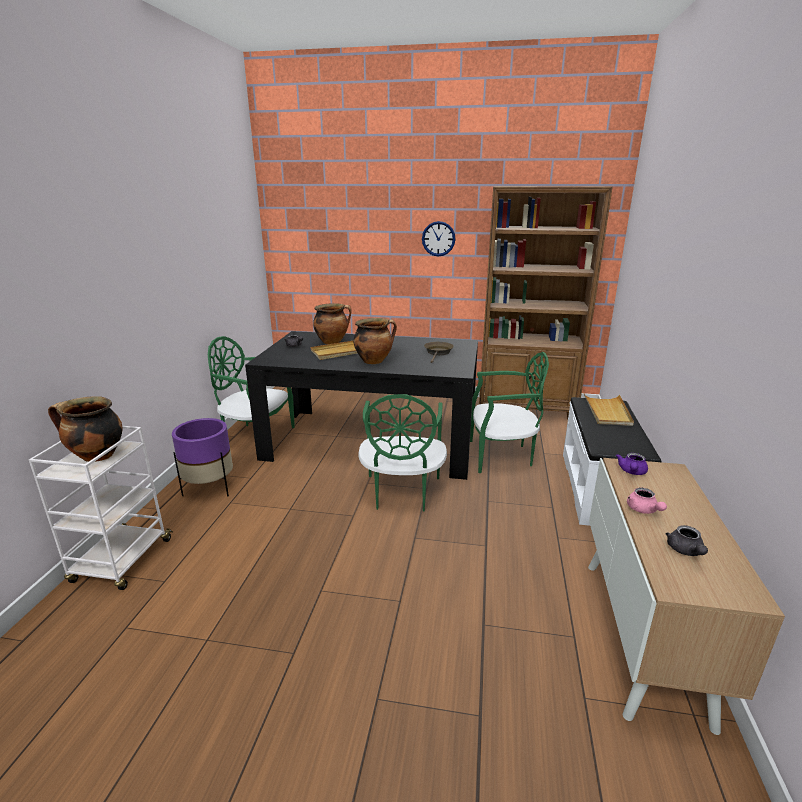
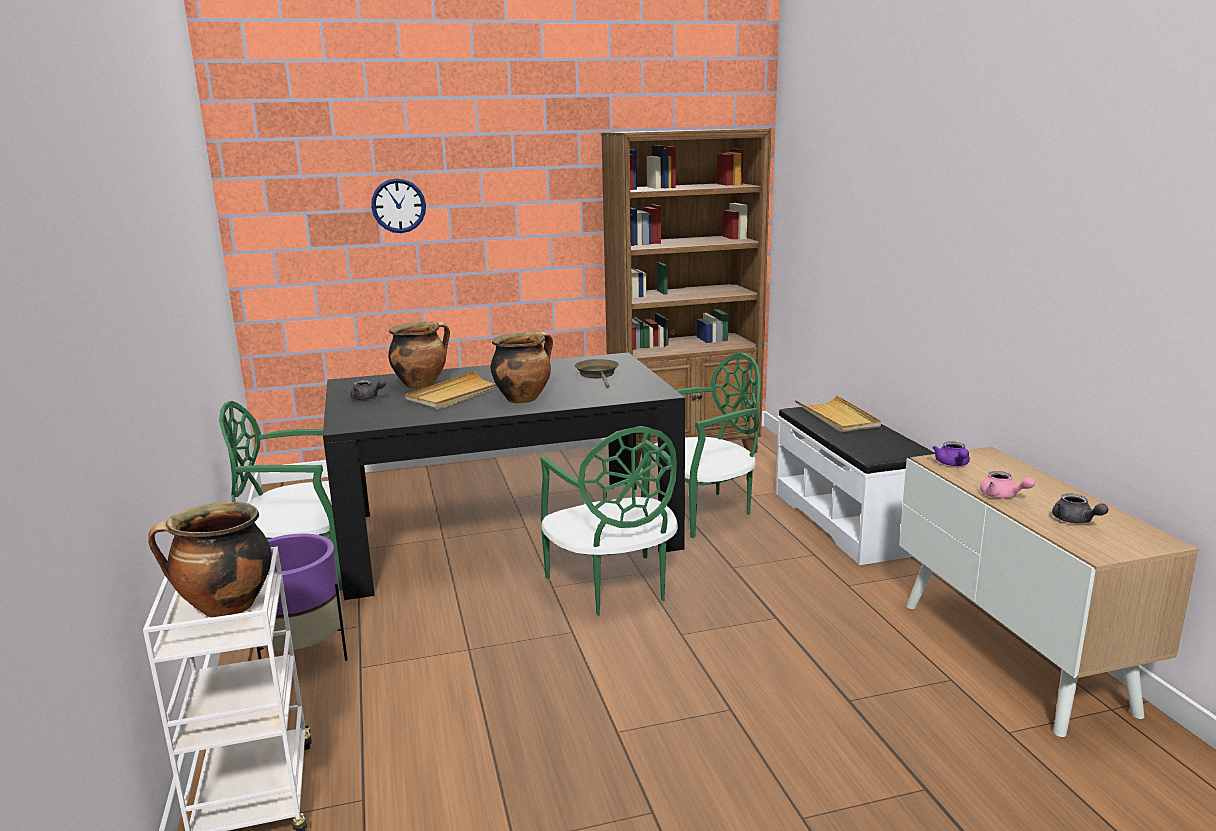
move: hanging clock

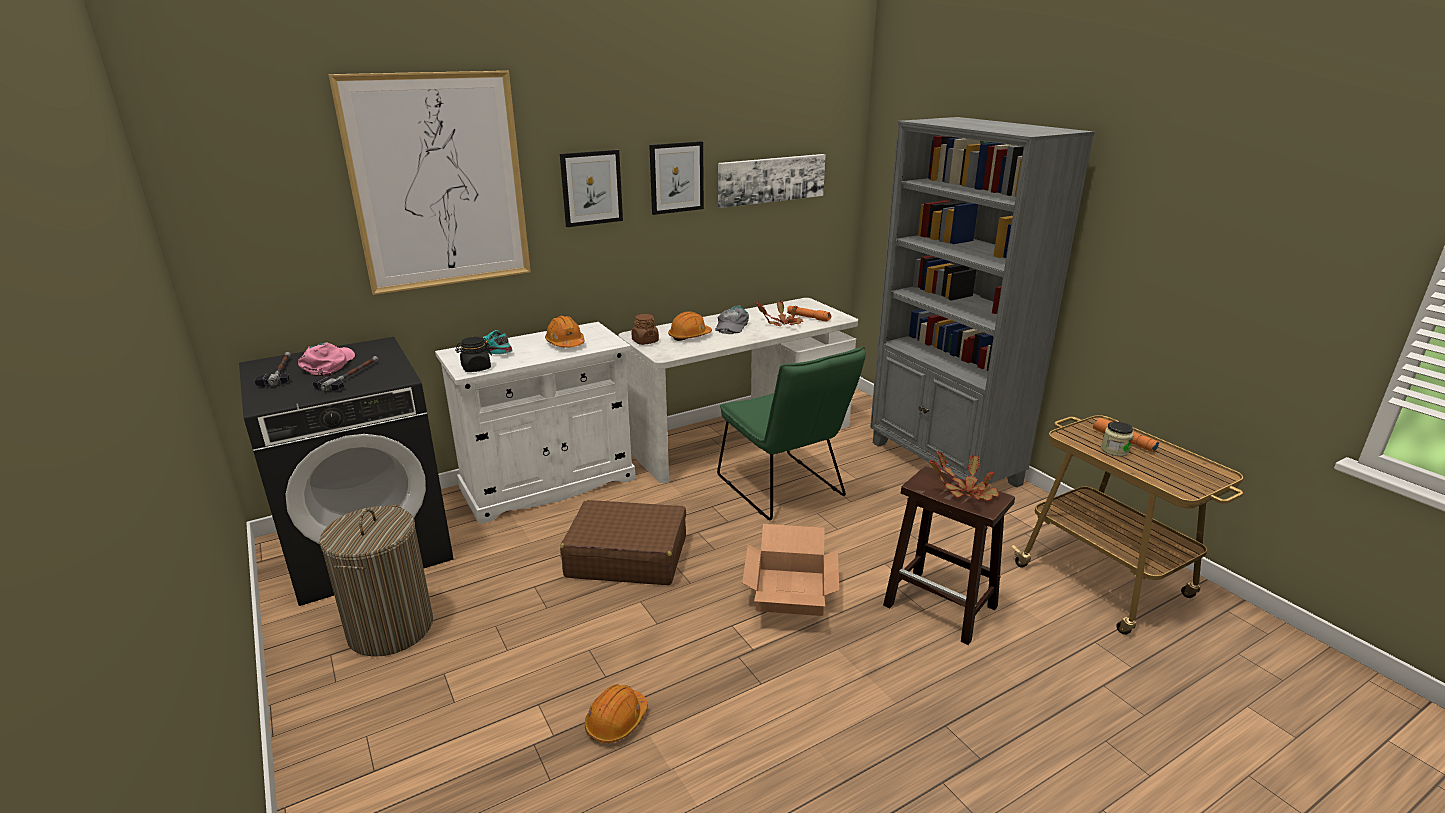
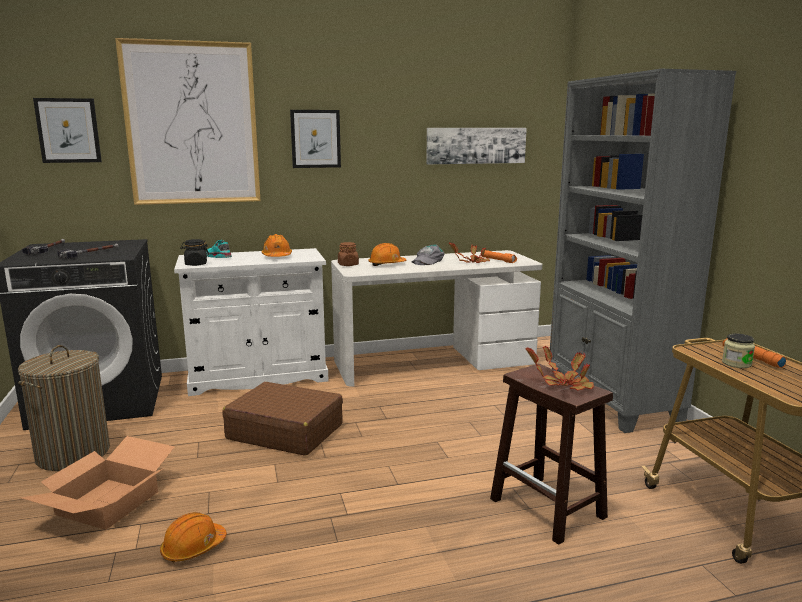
delete: pink peaked cap; green chair
move: wall picture (3rd from left in the first image) to wall picture (1st from left); carton

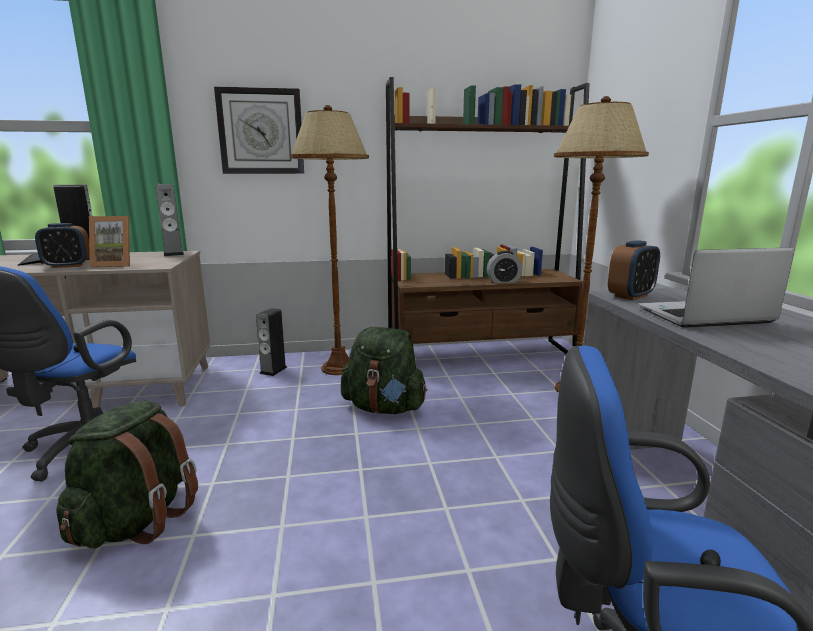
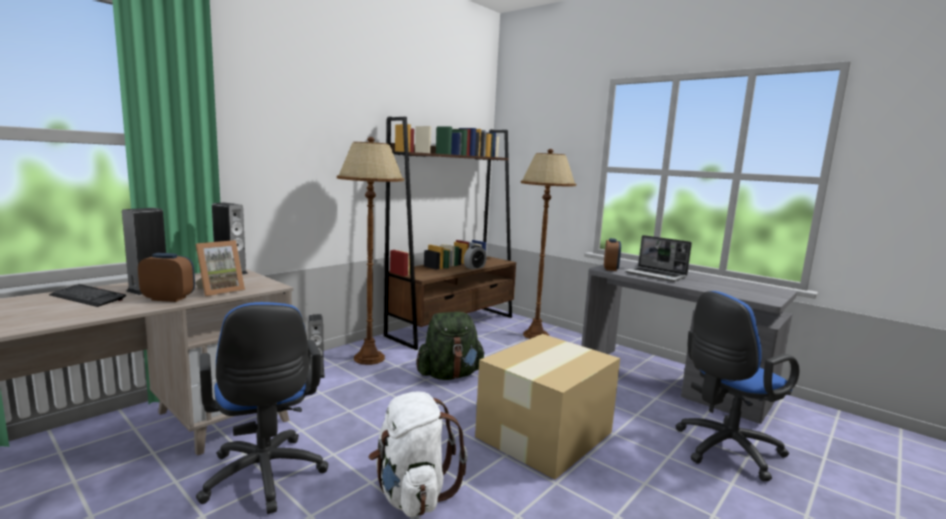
delete: hanging clock
insert: carton
recolor: green rucksack (1st from left) to white-coloured rucksack
rotate: table clock (1st from left) 120 degrees counterclockwise; notebook computer 90 degrees counterclockwise

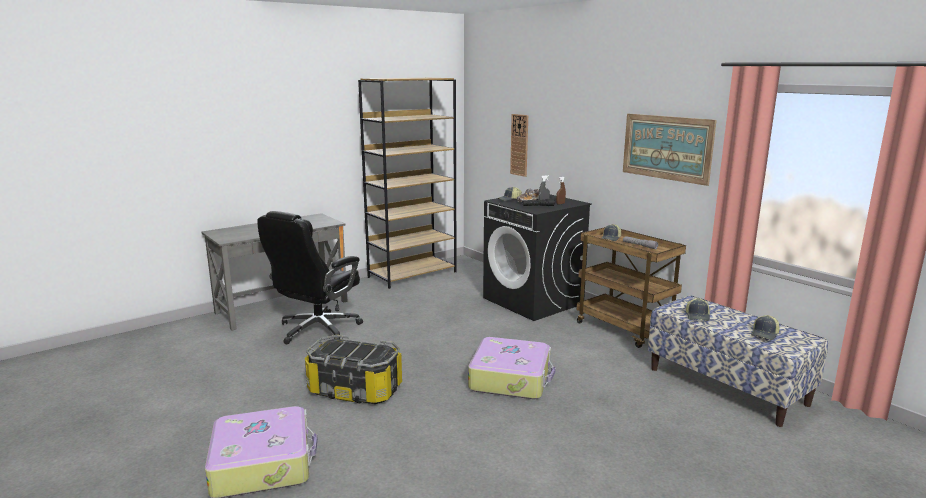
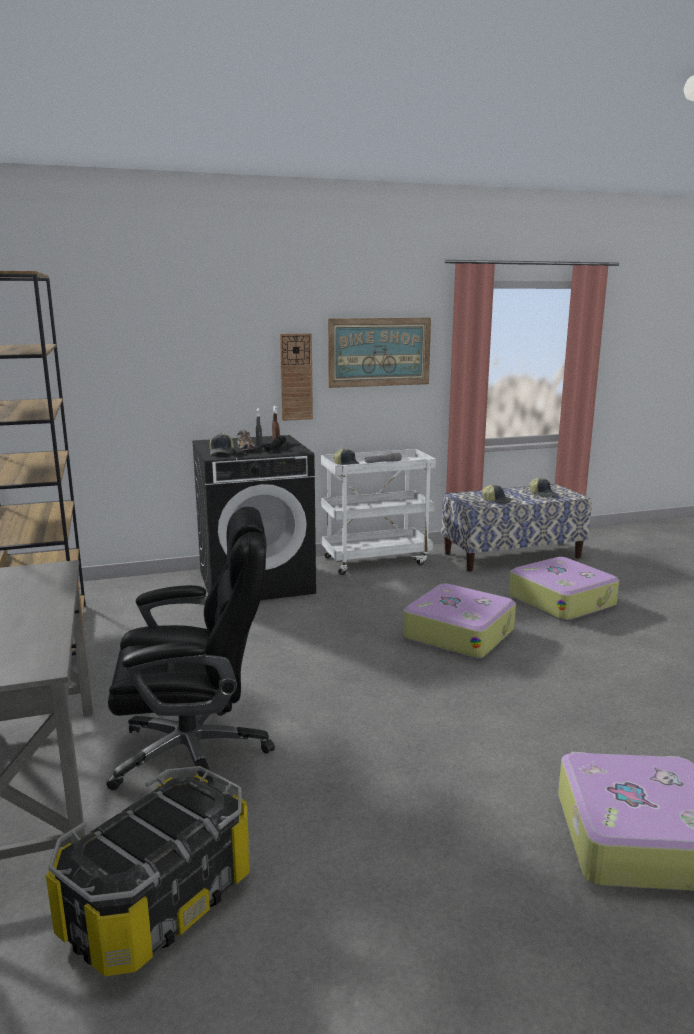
insert: travel case (2nd from left)
move: storage container; hanging clock
recolor: brown-coloured cart to white-coloured cart
rotate: black desk chair 60 degrees counterclockwise

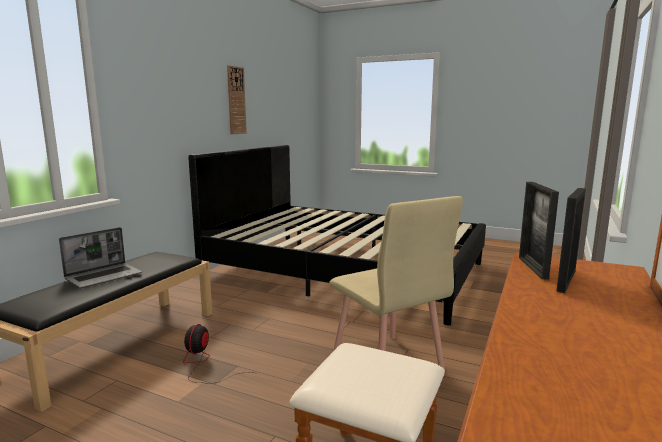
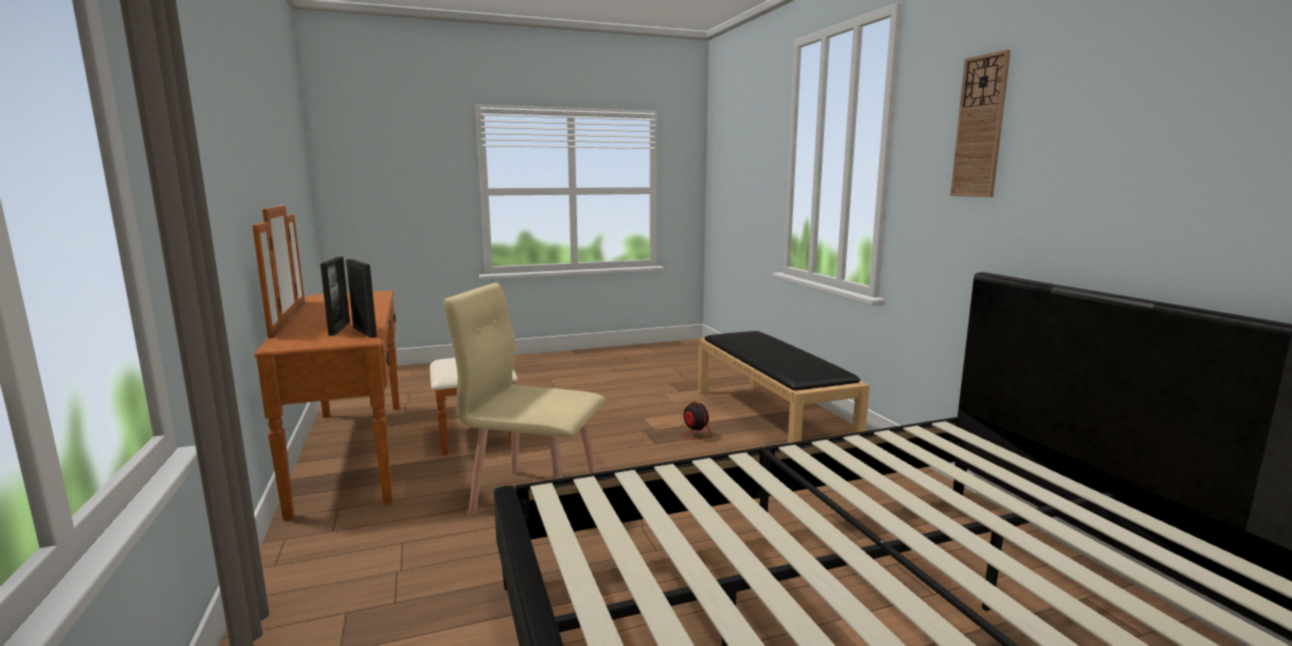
delete: notebook computer
move: hanging clock

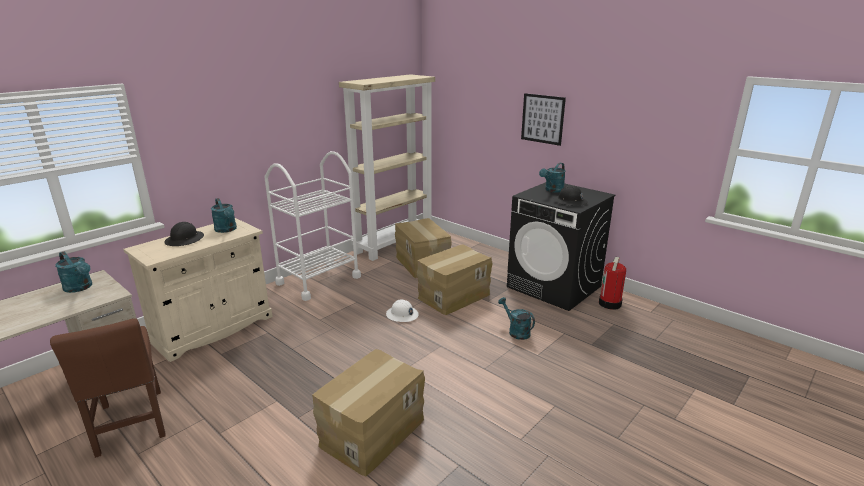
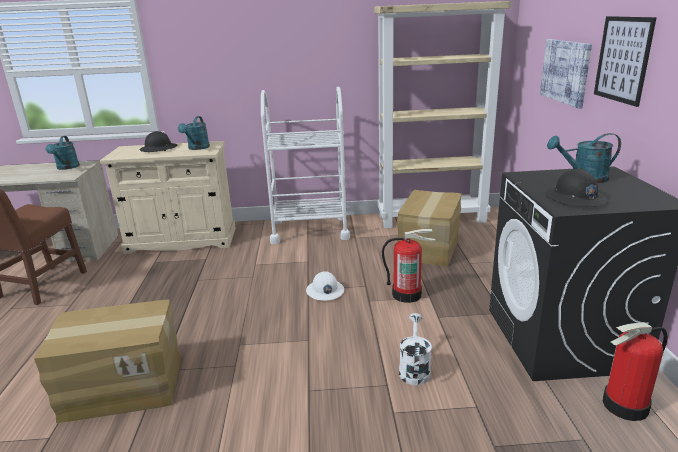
insert: wall picture (1st from left)
replace: carton (3rd from left) to fire extinguisher (1st from left)
recolor: blue-green watering can (3rd from left) to white-coloured watering can

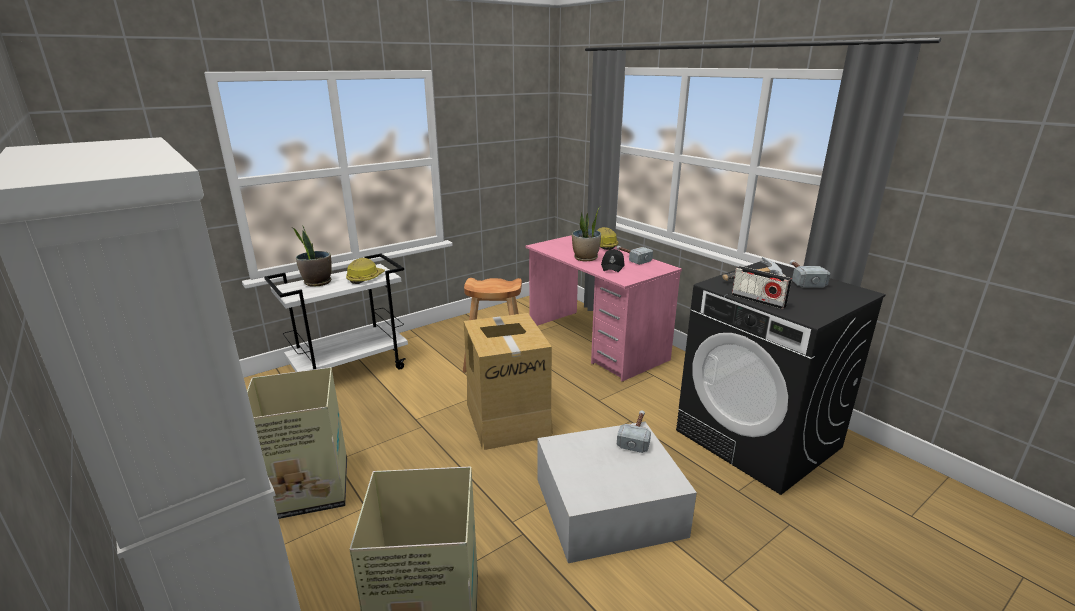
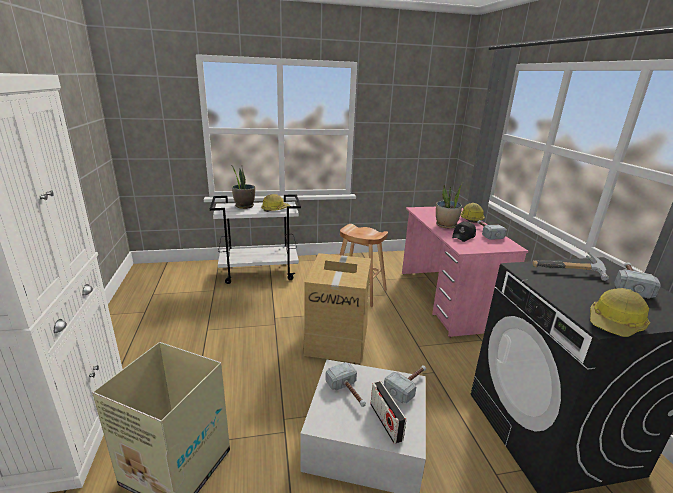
delete: carton (1st from left)
insert: tool hammer (1st from left); hard hat (3rd from left)
move: radio set

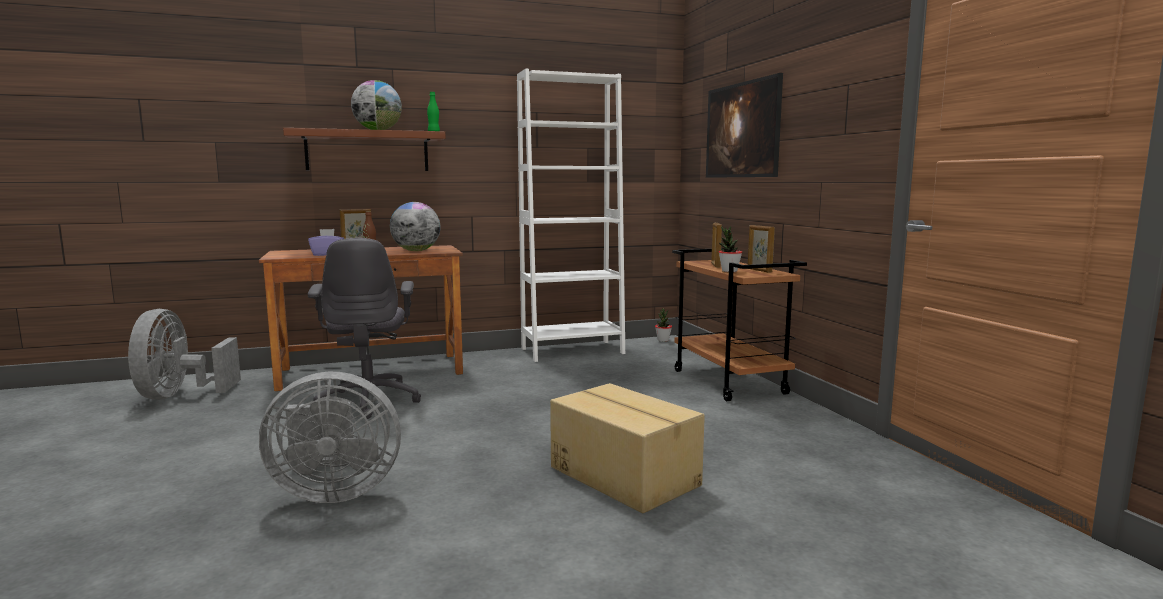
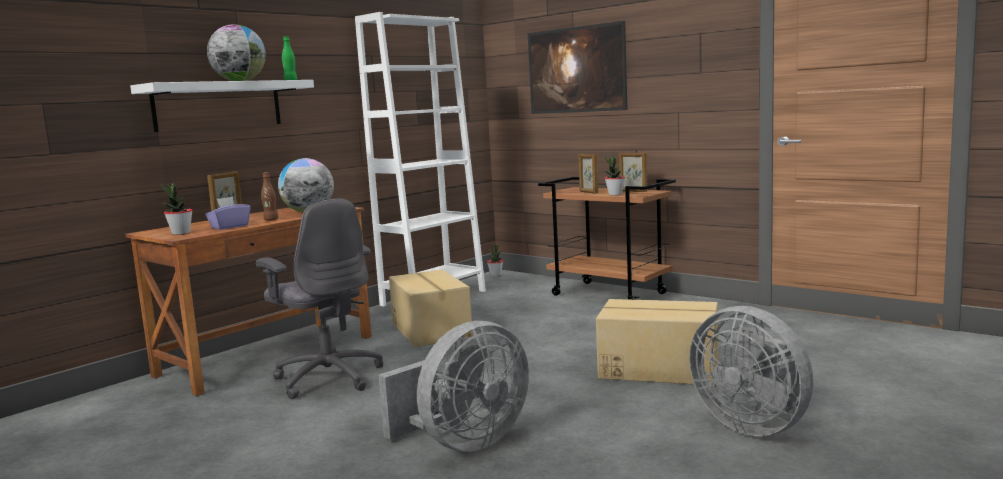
insert: potted plant (1st from left); carton (1st from left)
move: gray cooling fan (1st from left in the first image) to gray cooling fan (2nd from left)
recolor: brown-coloured wall shelf to white-coloured wall shelf

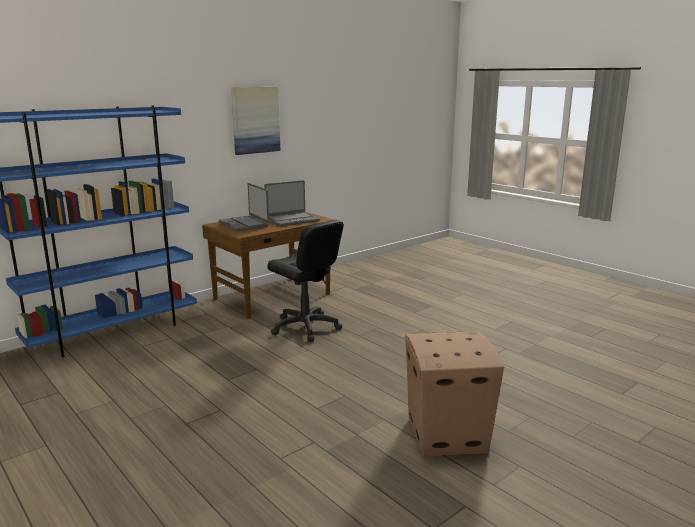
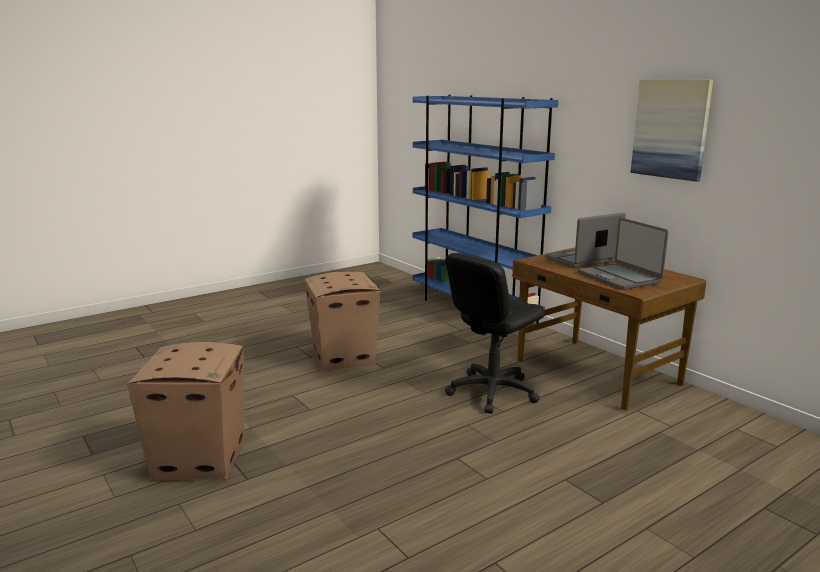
insert: carton (2nd from left)

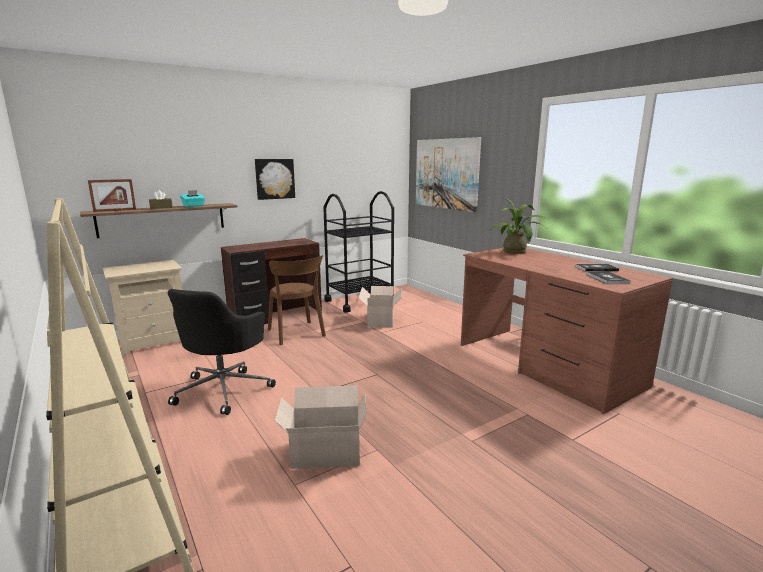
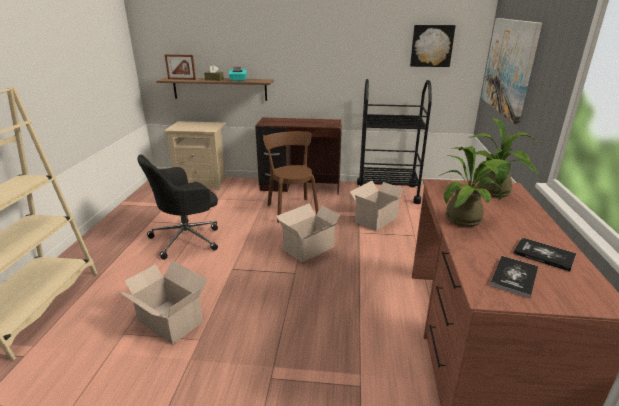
insert: carton (2nd from left); potted plant (1st from left)
move: wall picture (1st from left)
rotate: brown-coloured chair 150 degrees clockwise

